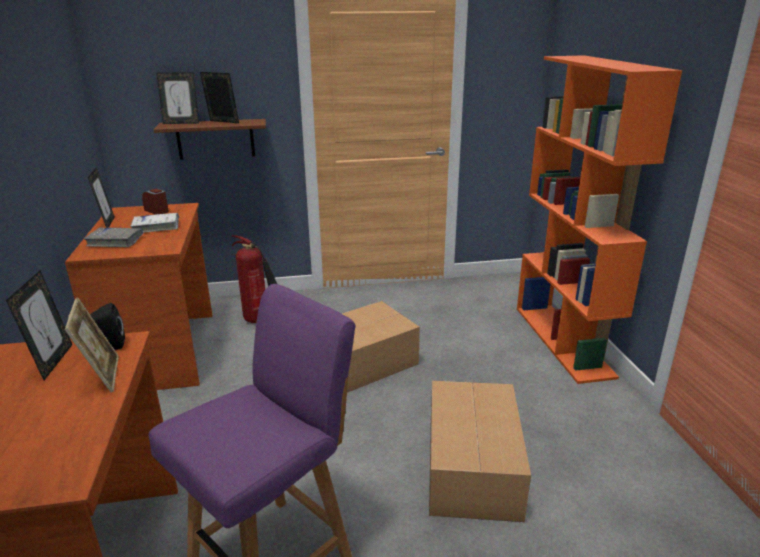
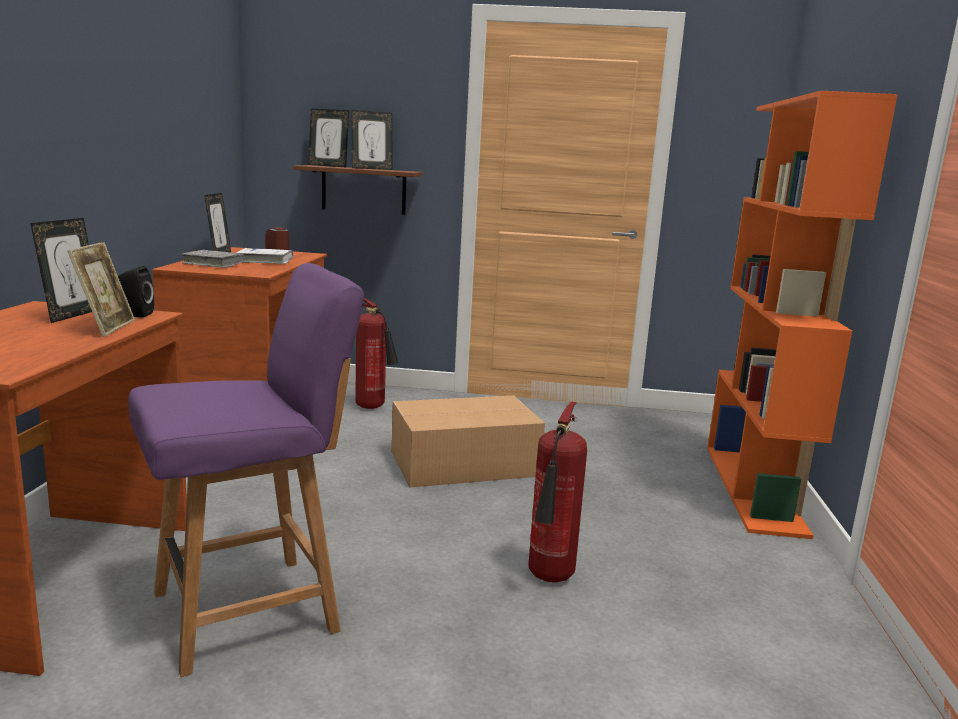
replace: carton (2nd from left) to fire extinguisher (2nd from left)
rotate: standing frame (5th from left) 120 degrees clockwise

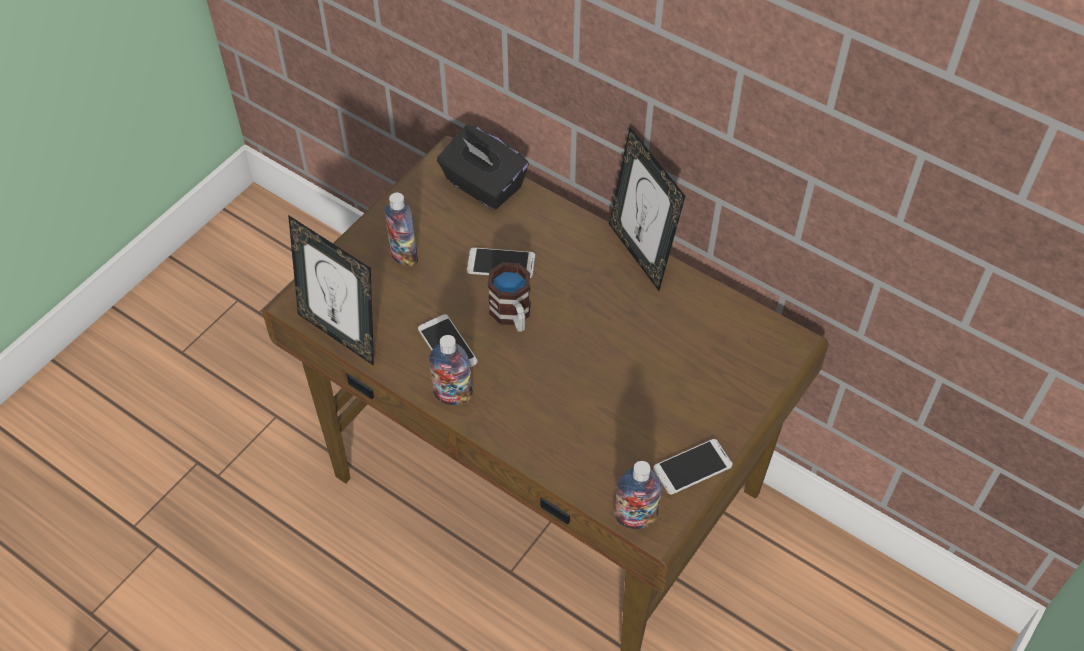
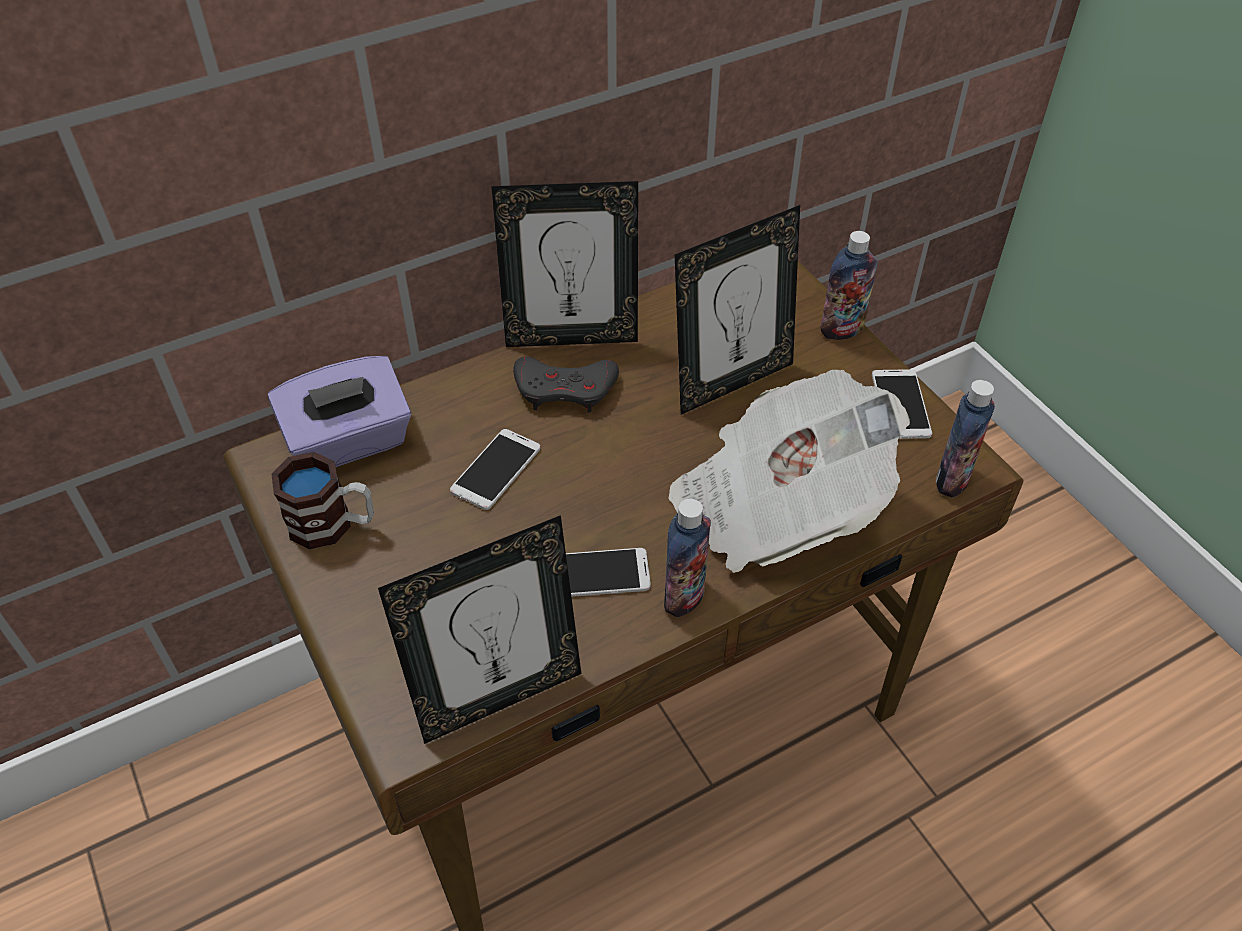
insert: gray joypad; daily paper; standing frame (3rd from left)
move: drink bottle (1st from left in the first image) to drink bottle (2nd from left); tea mug
recolor: black tissue holder to purple-coloured tissue holder

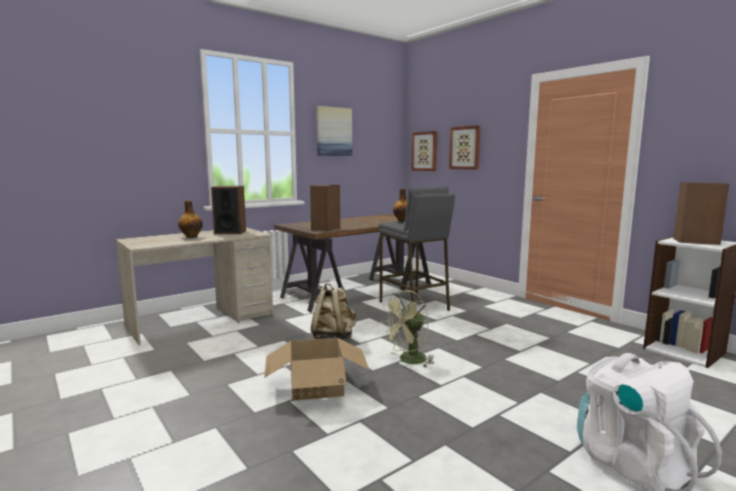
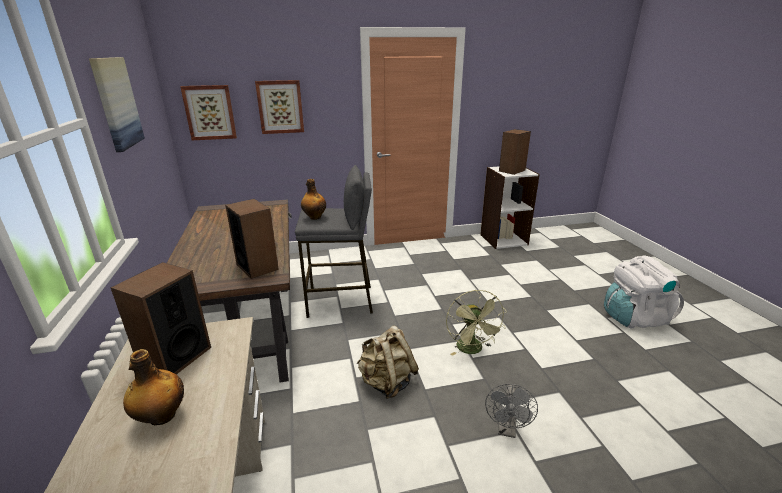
replace: carton to gray cooling fan

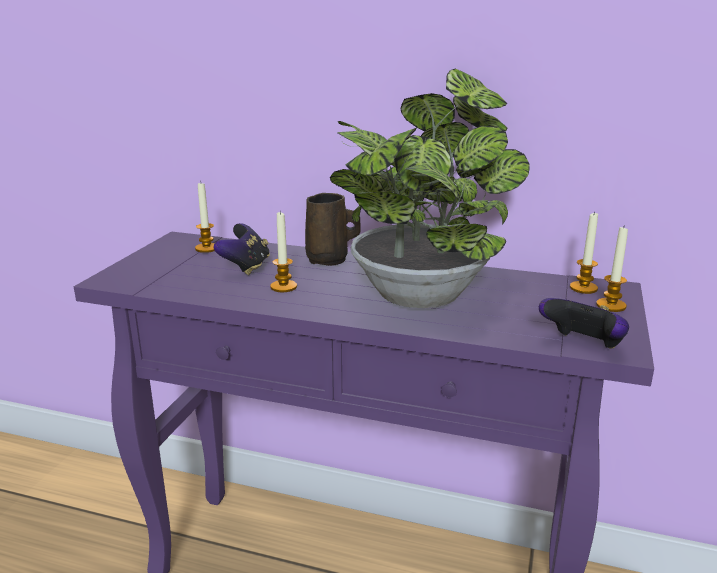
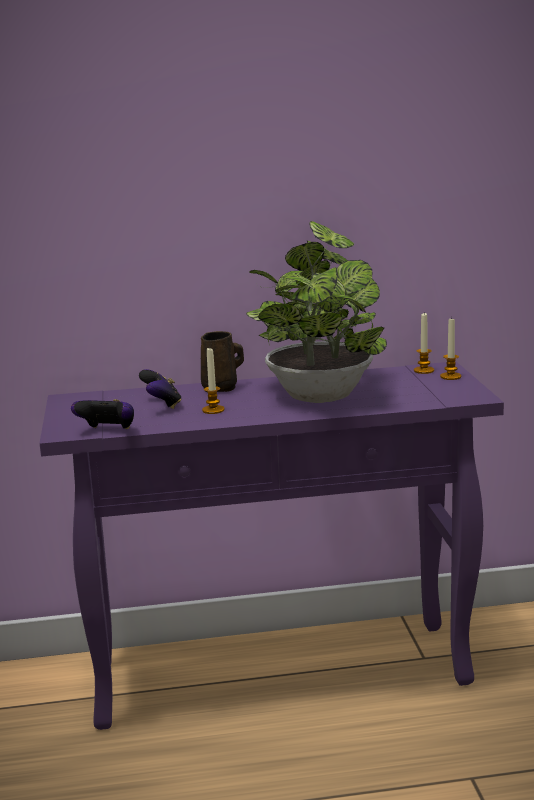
delete: wax light (1st from left)
move: joypad (2nd from left in the first image) to joypad (1st from left)

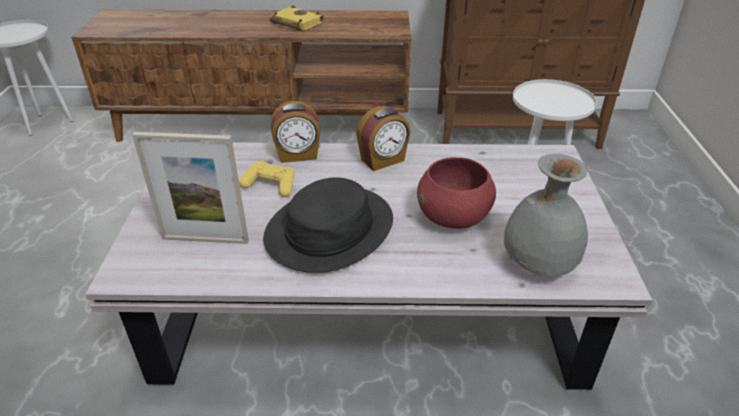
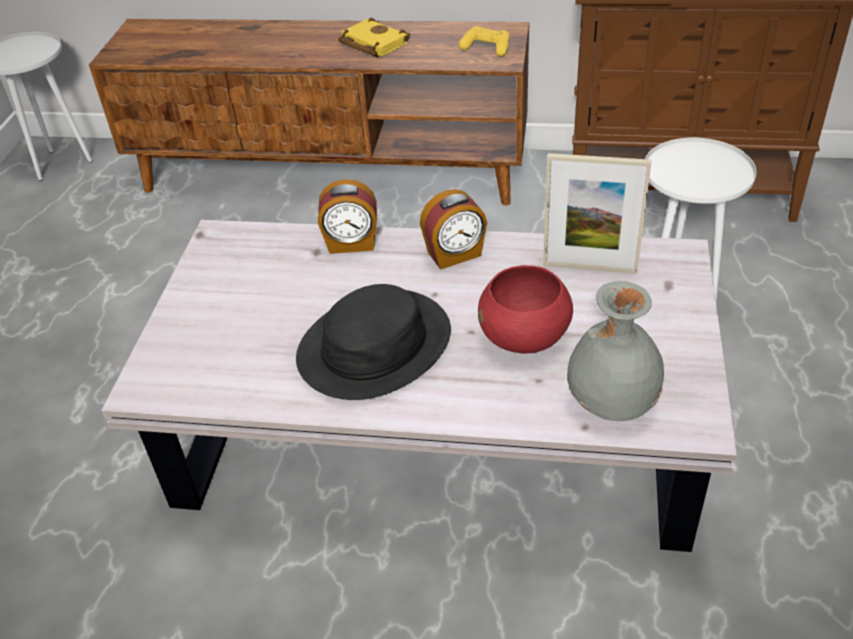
move: standing frame; yellow-coloured joypad

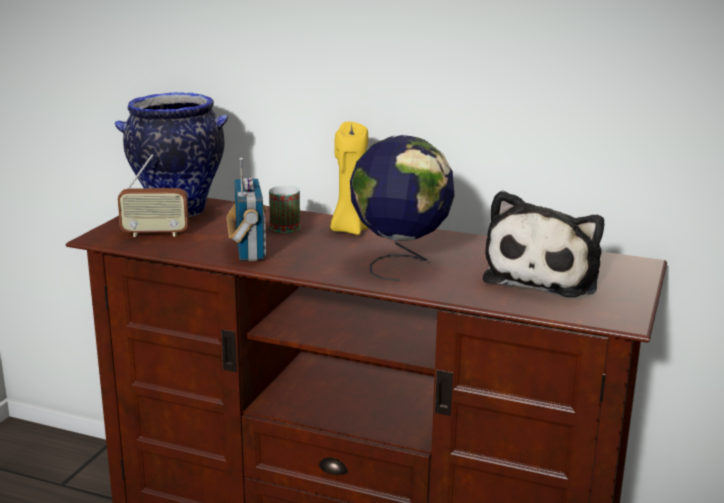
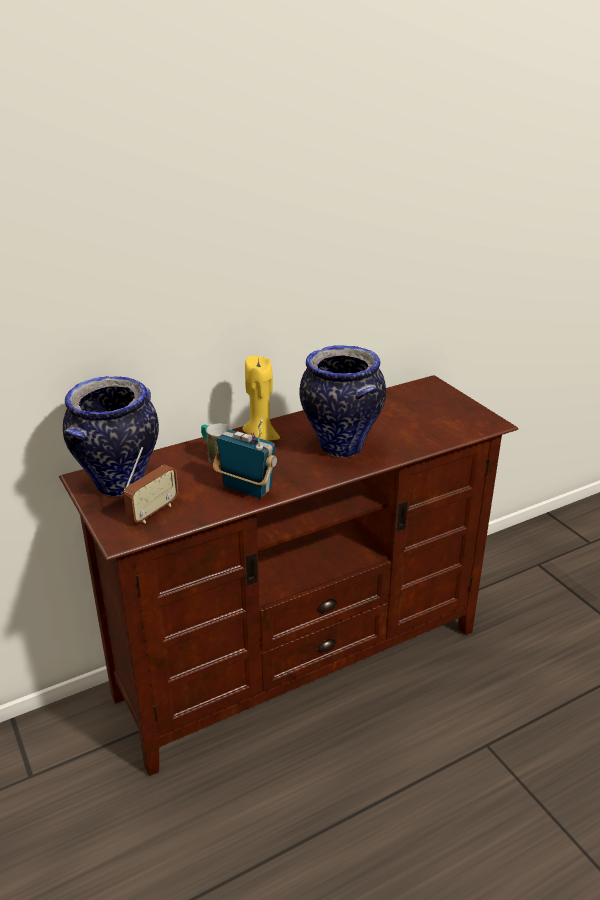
delete: cuddly toy
replace: globe to vase (2nd from left)

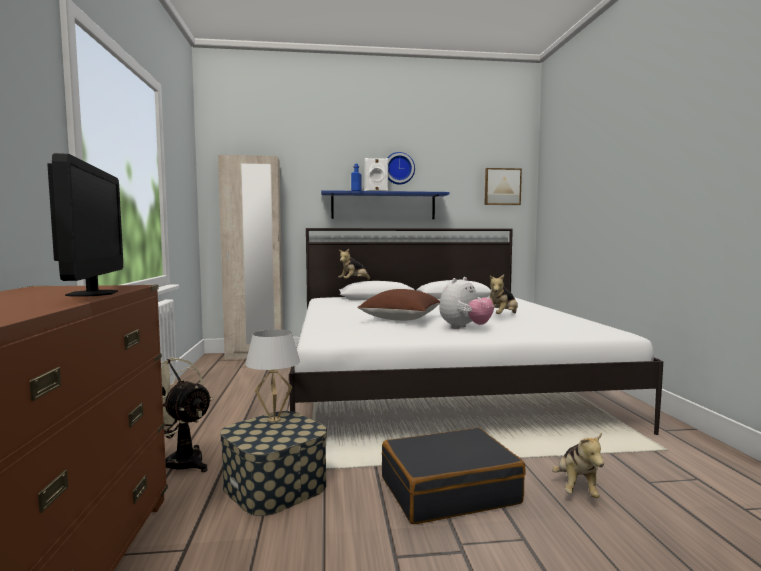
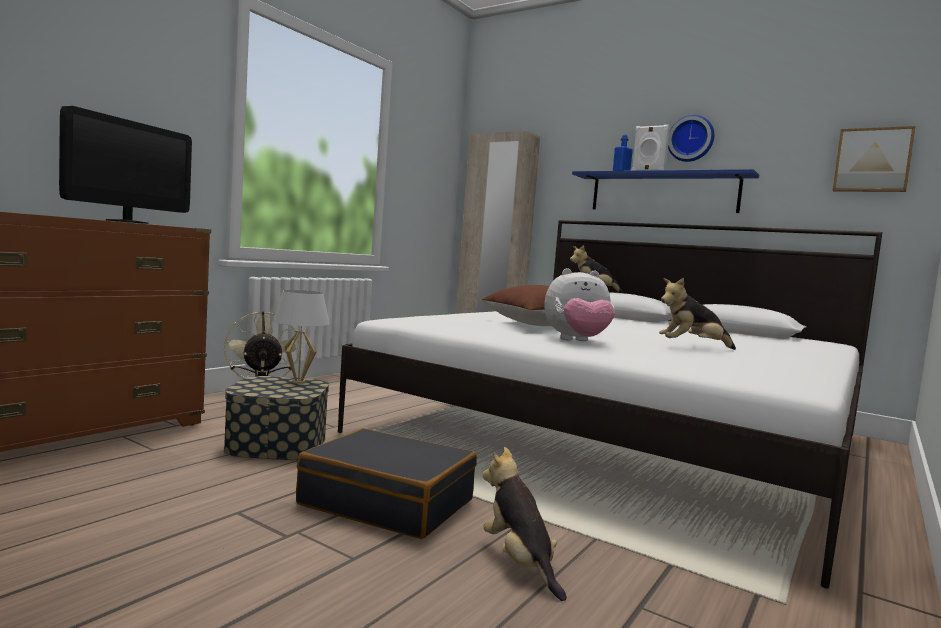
rotate: cuddly toy (4th from left in the first image) 105 degrees clockwise

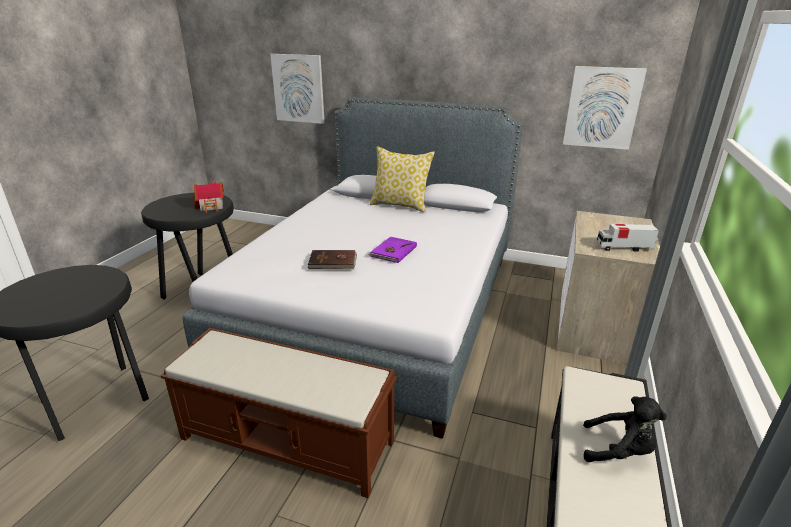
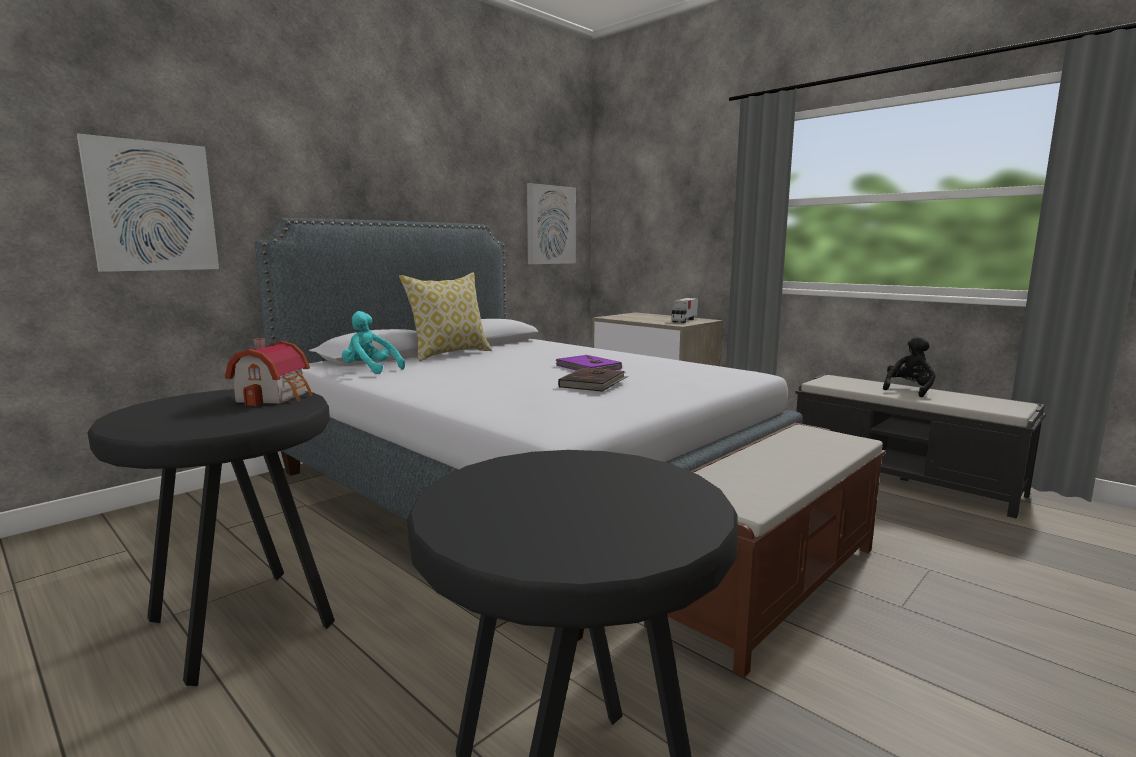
insert: blue-green cuddly toy

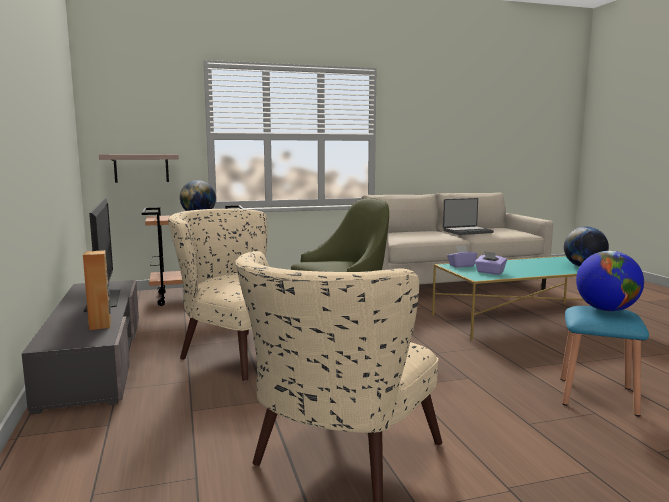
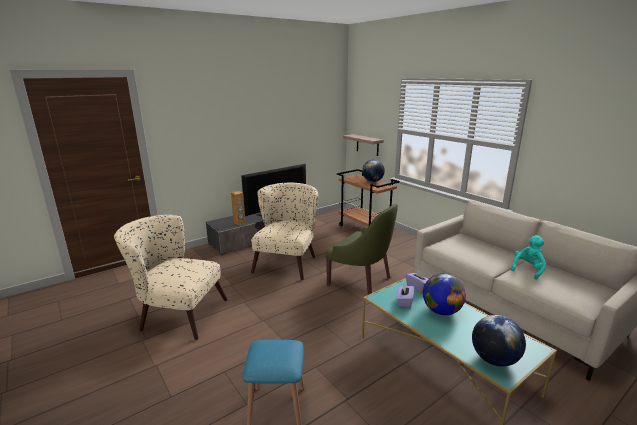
move: globe (3rd from left in the first image) to globe (2nd from left)
replace: notebook computer to blue-green cuddly toy

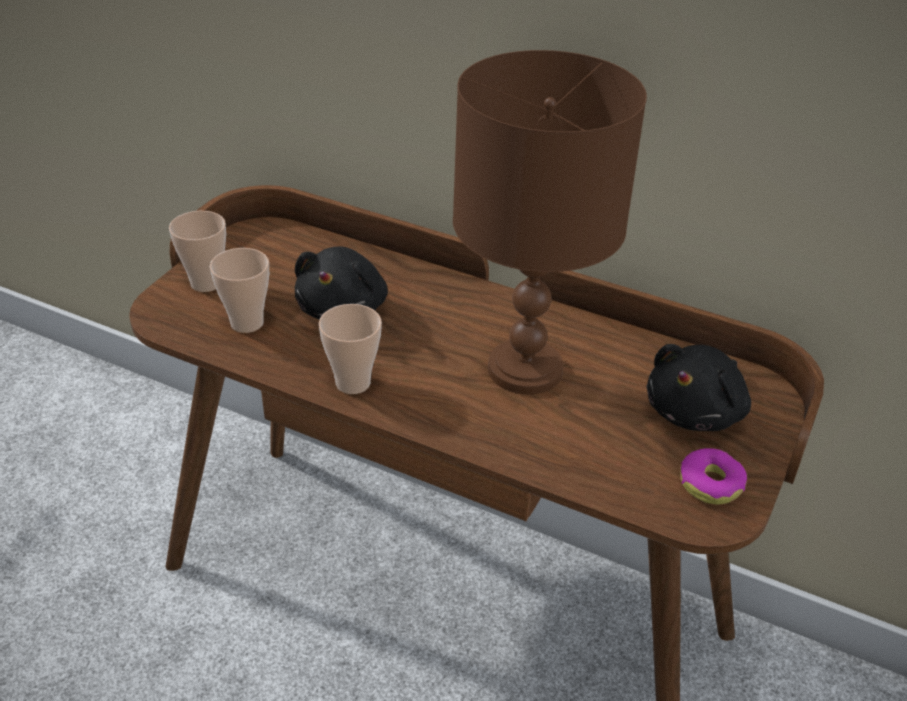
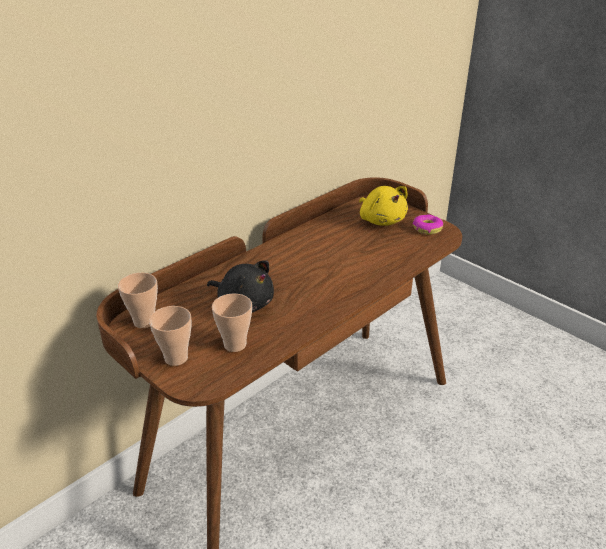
delete: brown-coloured table lamp
move: drinking cup (3rd from left in the first image) to drinking cup (1st from left)
recolor: black cuddly toy (2nd from left) to yellow-coloured cuddly toy

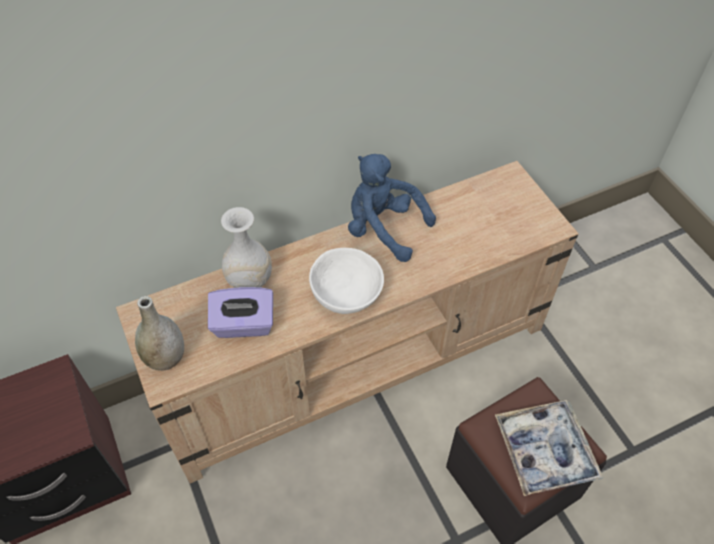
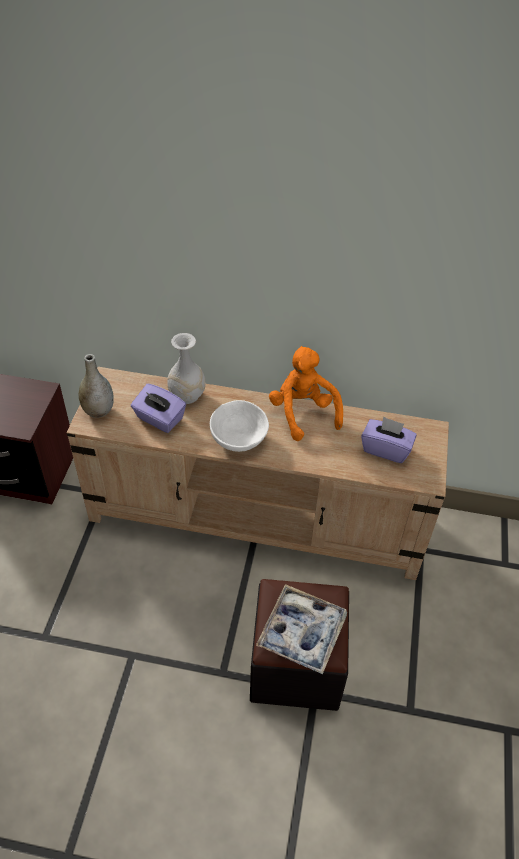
insert: purple-coloured tissue holder (2nd from left)
recolor: blue-coloured cuddly toy to orangey cuddly toy

